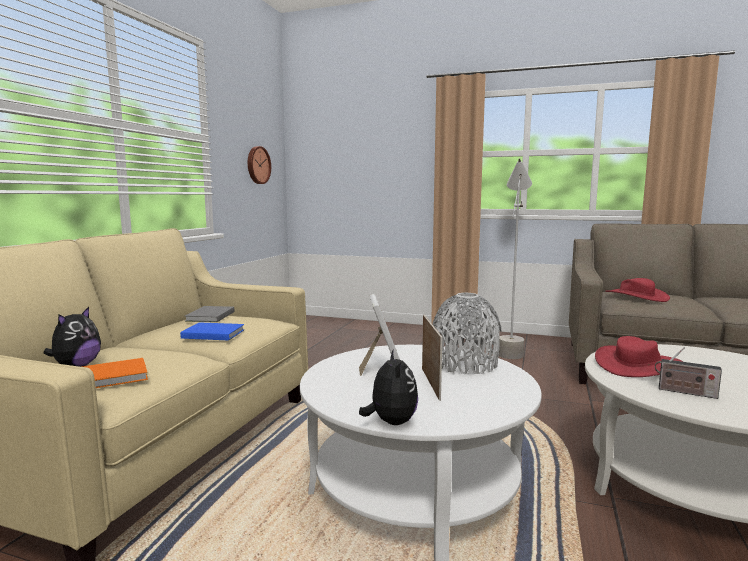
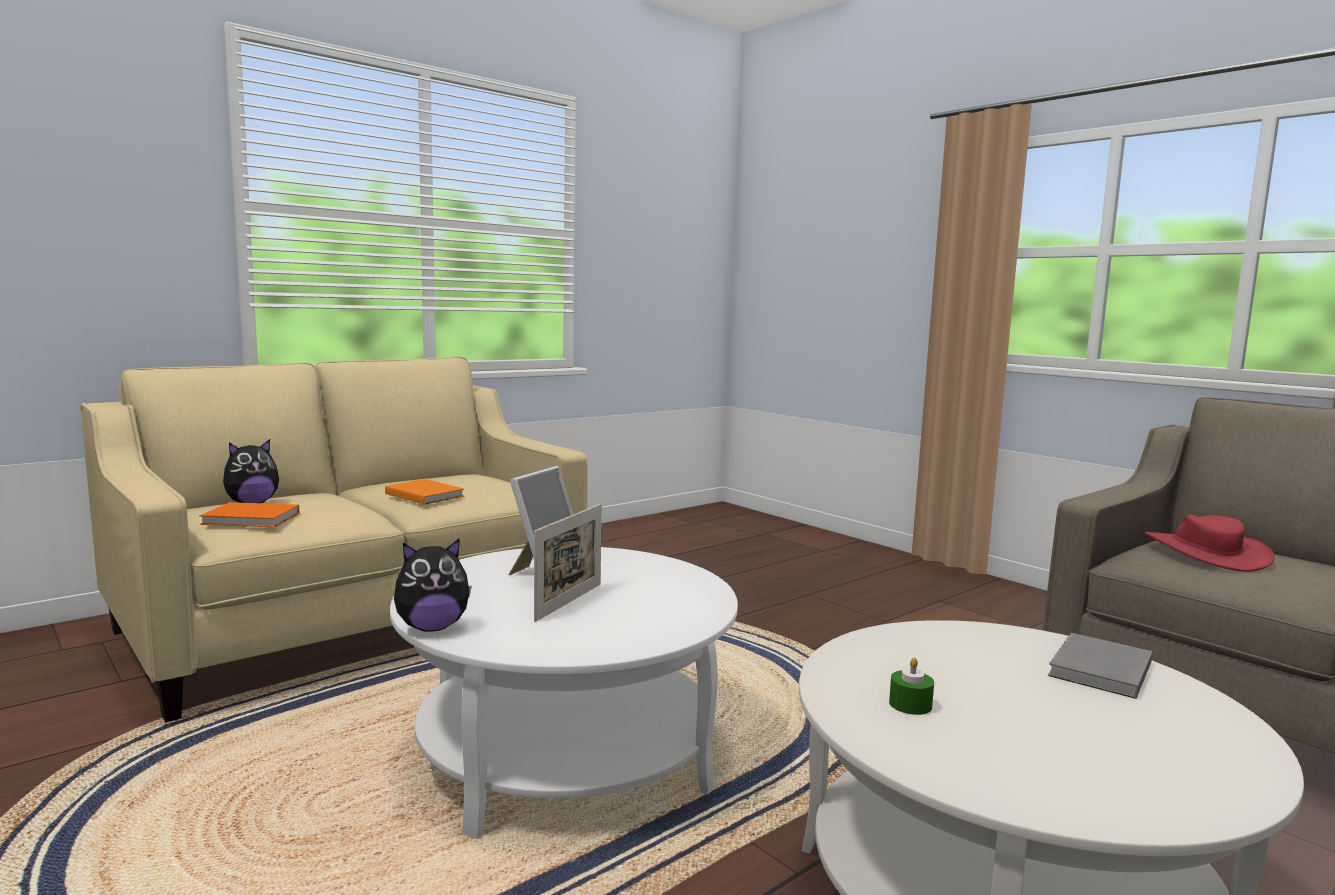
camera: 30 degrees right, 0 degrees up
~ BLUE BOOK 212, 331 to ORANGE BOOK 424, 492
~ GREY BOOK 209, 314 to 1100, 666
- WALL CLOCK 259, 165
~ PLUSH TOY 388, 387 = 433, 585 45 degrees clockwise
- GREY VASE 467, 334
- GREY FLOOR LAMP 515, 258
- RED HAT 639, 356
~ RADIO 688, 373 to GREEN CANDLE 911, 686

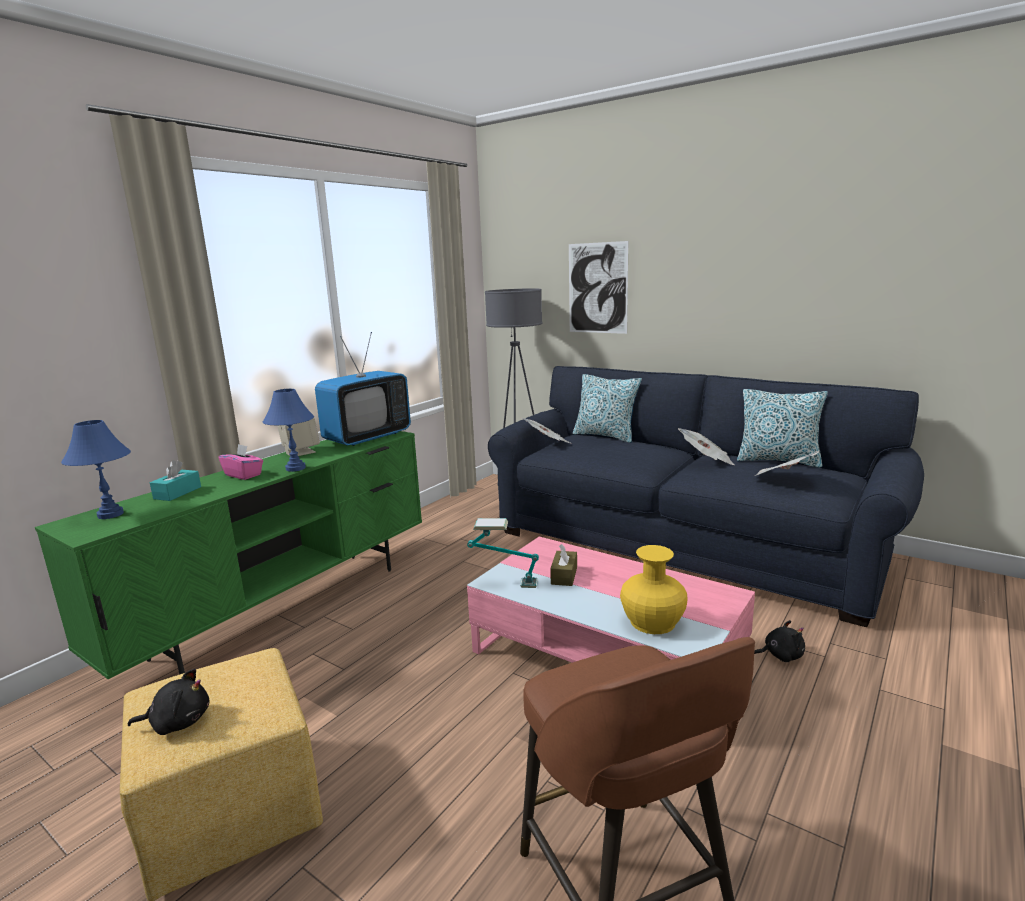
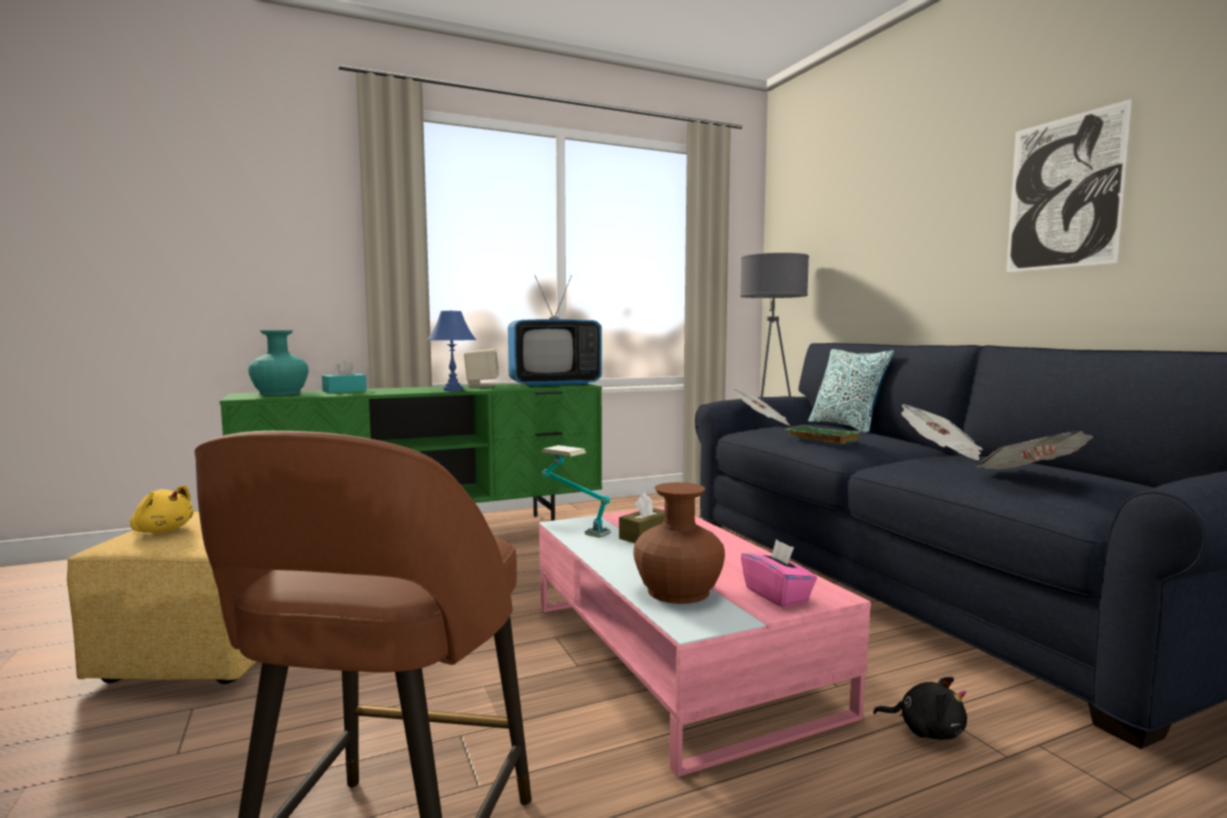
camera: 30 degrees right, 10 degrees down
~ BLUE TABLE LAMP 96, 469 to TURQUOISE VASE 278, 363
~ BLACK PLUSH TOY 168, 702 to YELLOW PLUSH TOY 162, 509
~ PINK TISSUE BOX 241, 462 to 779, 573
~ PICTURE 598, 287 to 1069, 185
~ YELLOW VASE 653, 589 to BROWN VASE 679, 543
- PILLOW 782, 428
+ GREEN TRAY 823, 434

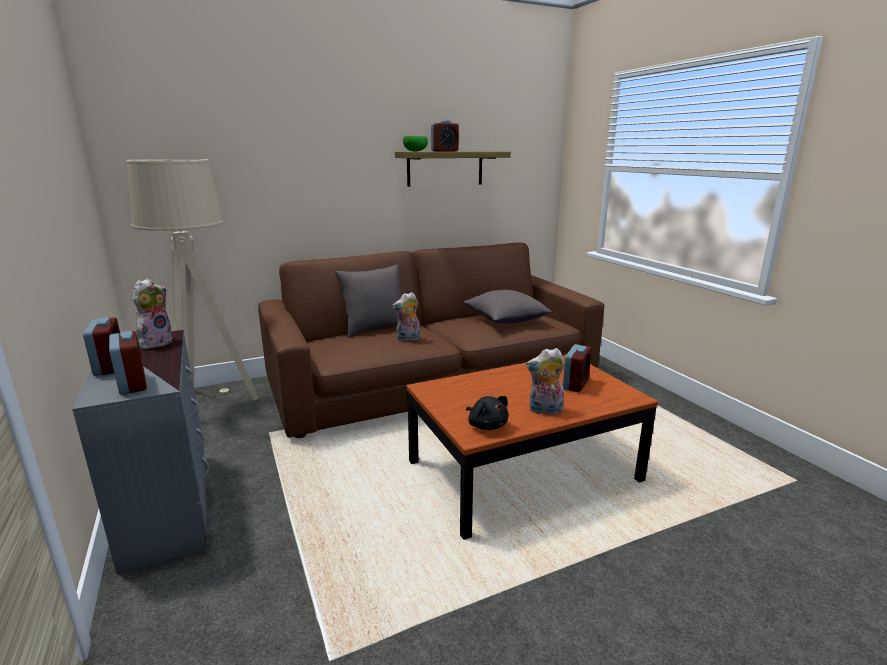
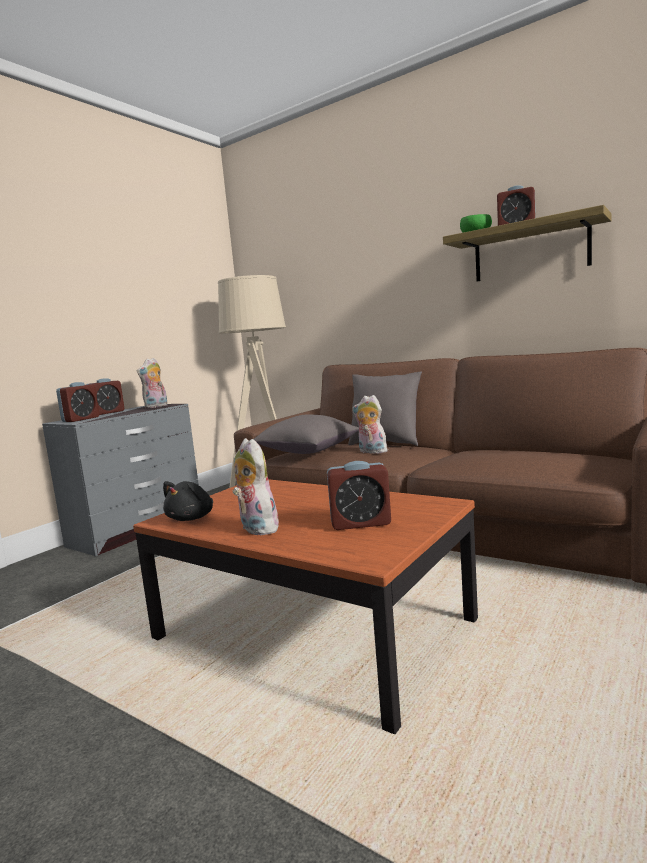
camera: 60 degrees right, 10 degrees down
~ PLUSH TOY 153, 313 = 152, 383 135 degrees clockwise
~ GREY PILLOW 507, 307 to 306, 434

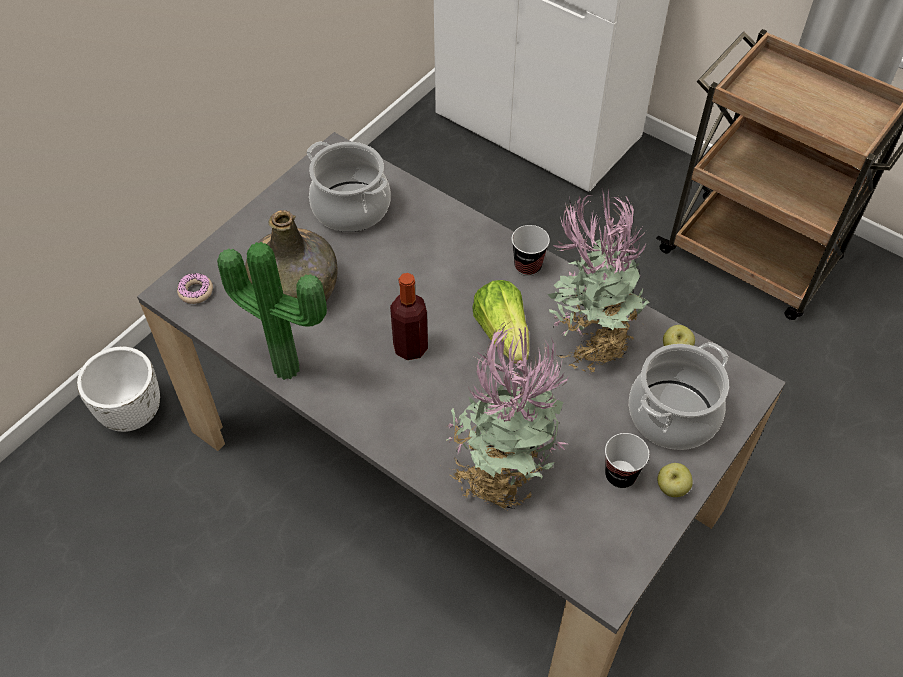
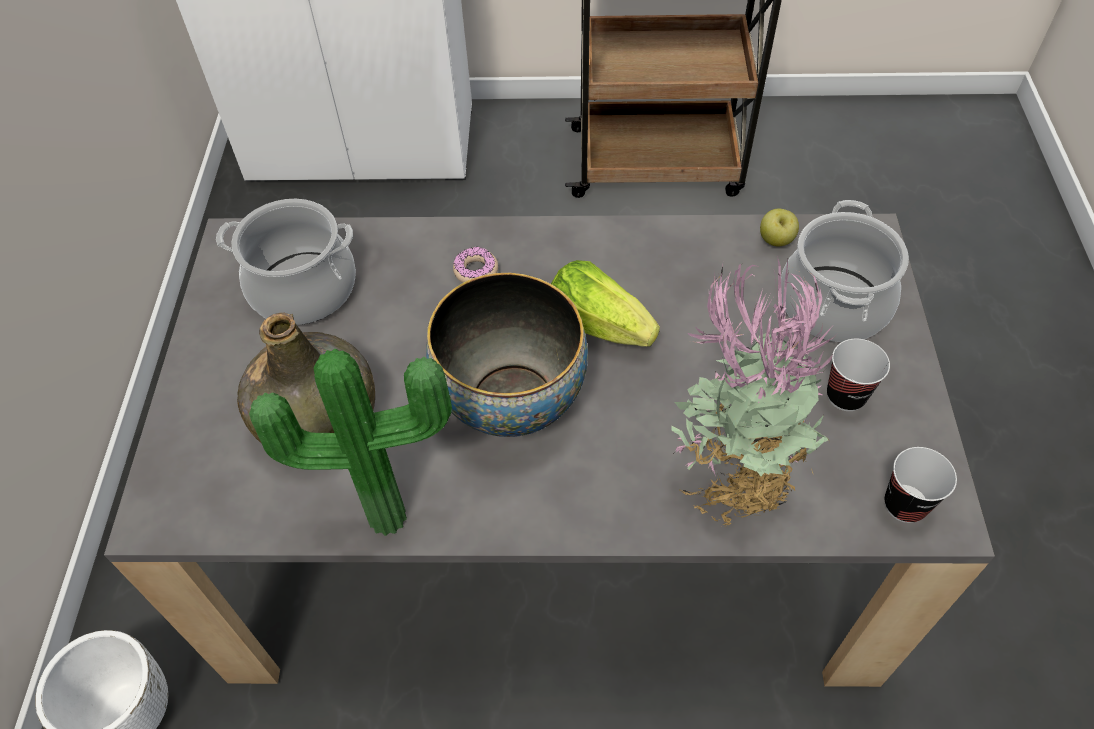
camera: 35 degrees left, 0 degrees up
~ DONUT 195, 288 to 475, 265
~ BOTTLE 409, 316 to BOWL 507, 355
~ CUP 531, 250 to 921, 485
- POTTED PLANT 598, 281
- APPLE 675, 480

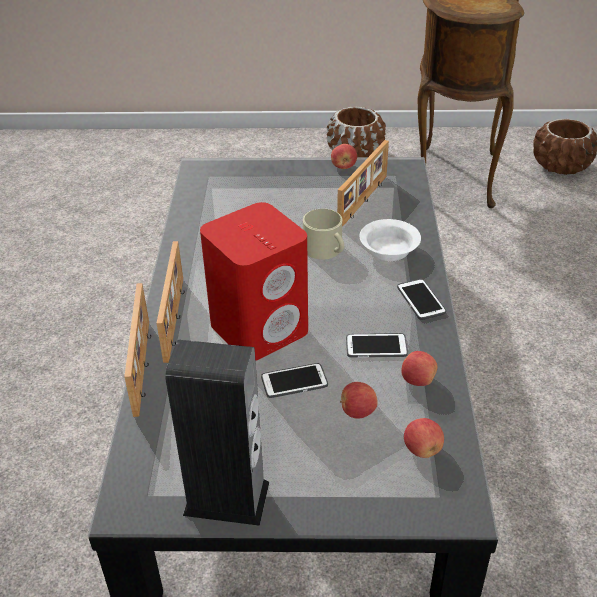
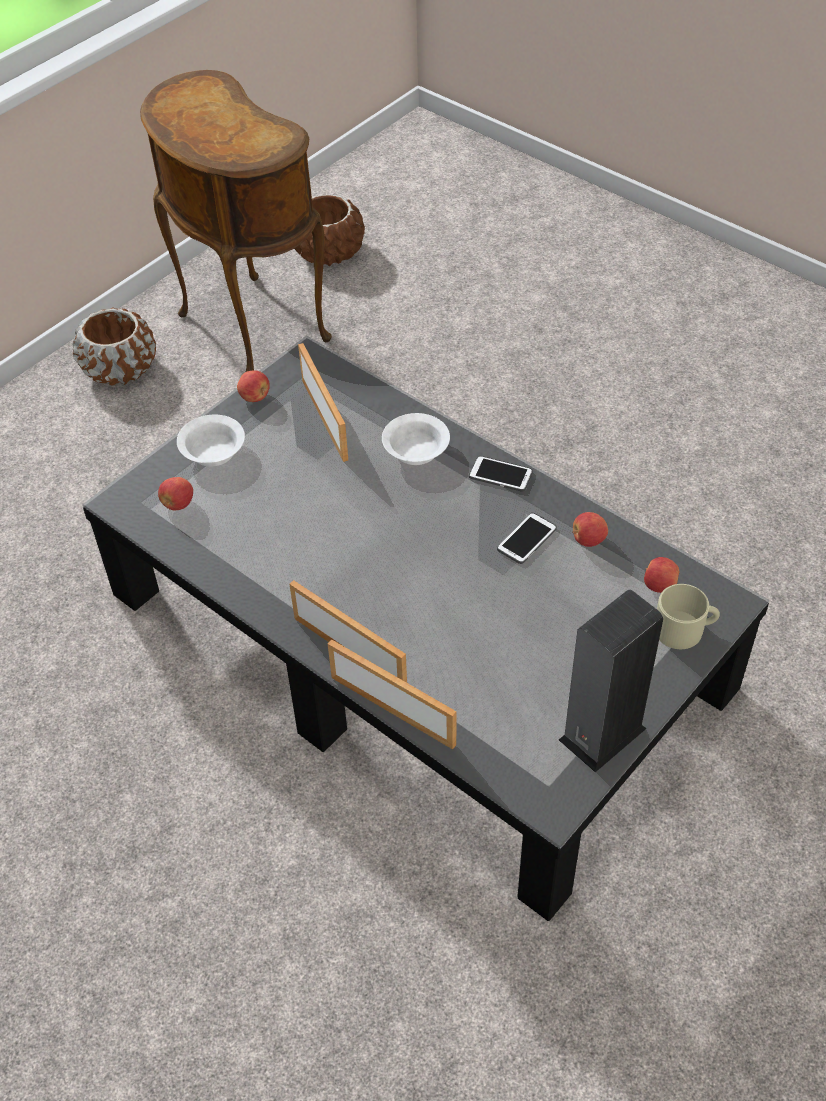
camera: 50 degrees left, 10 degrees up
- RED SPEAKER 254, 281
- PHONE 294, 380
~ BEIGE MUG 323, 234 to 688, 616
~ APPLE 359, 400 to 175, 493
+ WHITE BOWL 211, 441

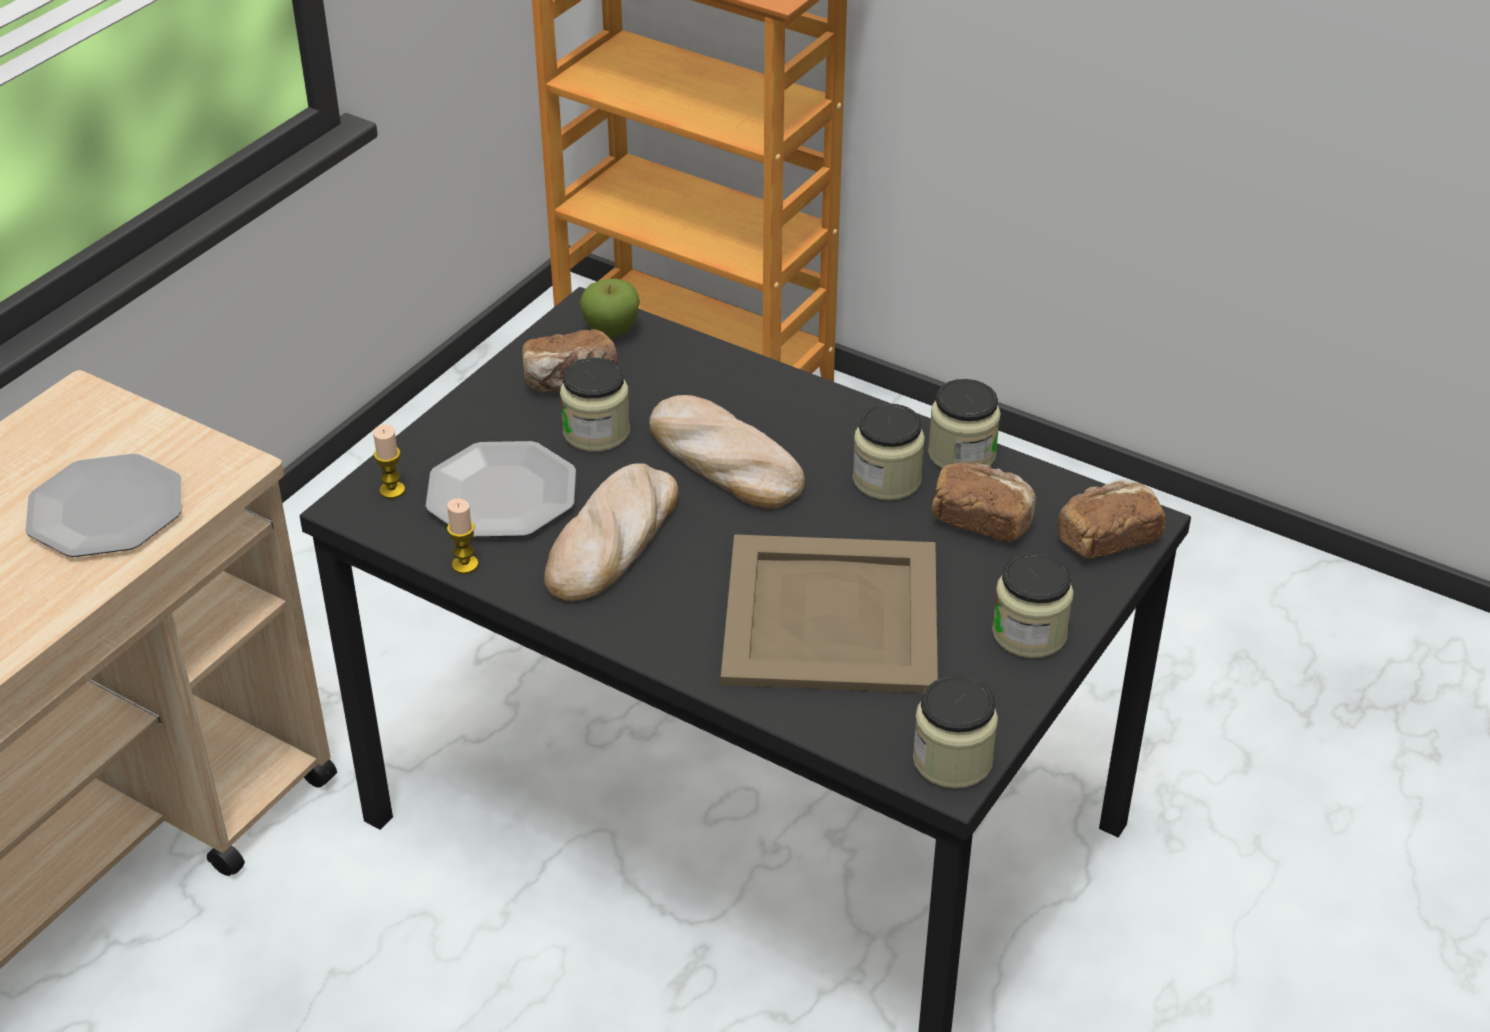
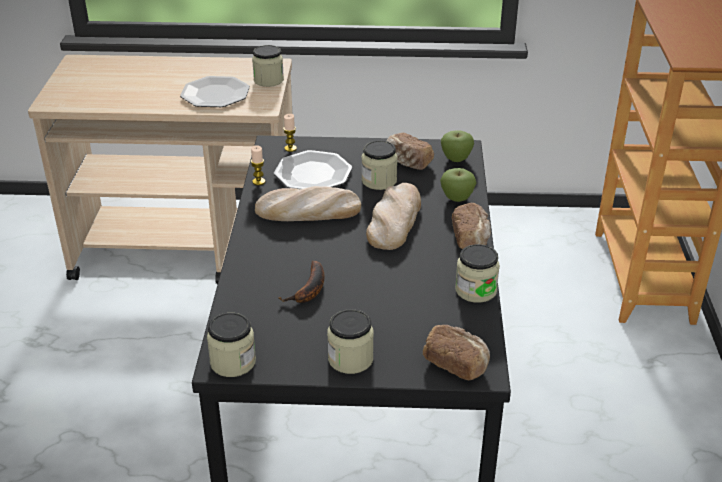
camera: 60 degrees right, 5 degrees down
~ BEIGE TRAY 829, 613 to BANANA 301, 281
~ JAR 889, 452 to 268, 66
~ BREAD 984, 501 to 471, 226
+ APPLE 458, 185

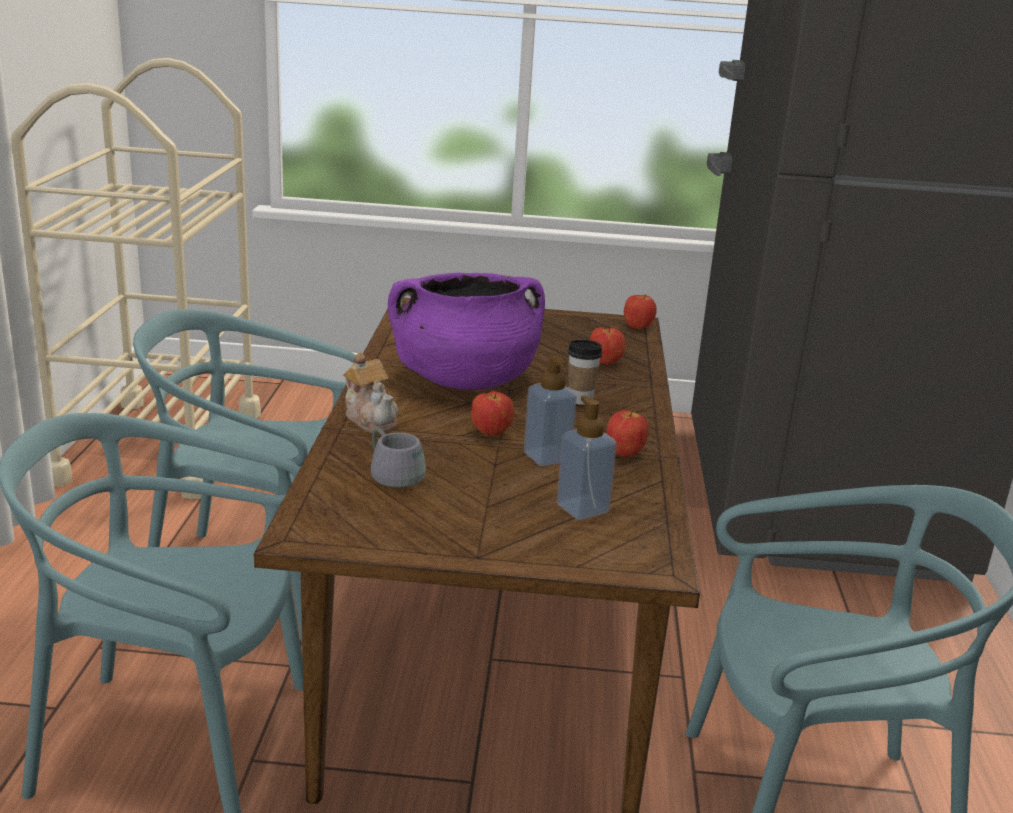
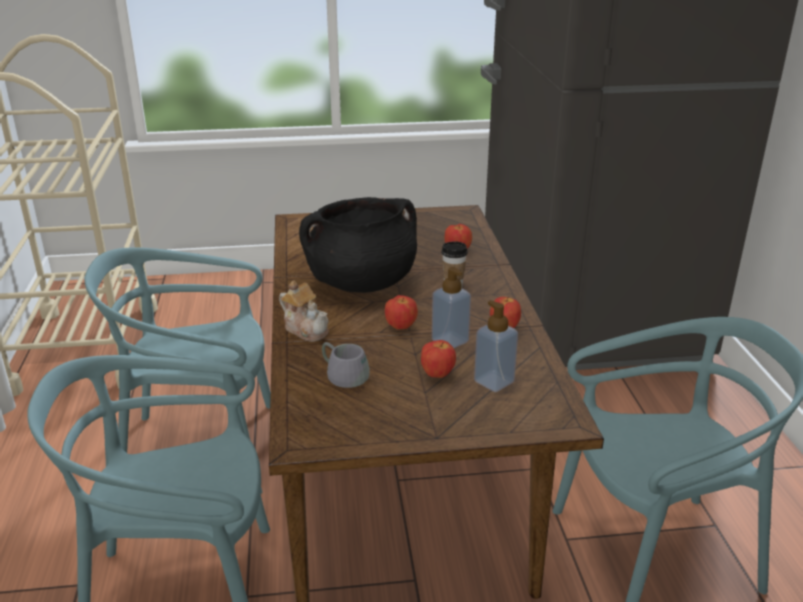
camera: 10 degrees left, 5 degrees up
~ PURPLE COOKING POT 466, 331 to BLACK COOKING POT 358, 245
~ APPLE 640, 312 to 438, 359

